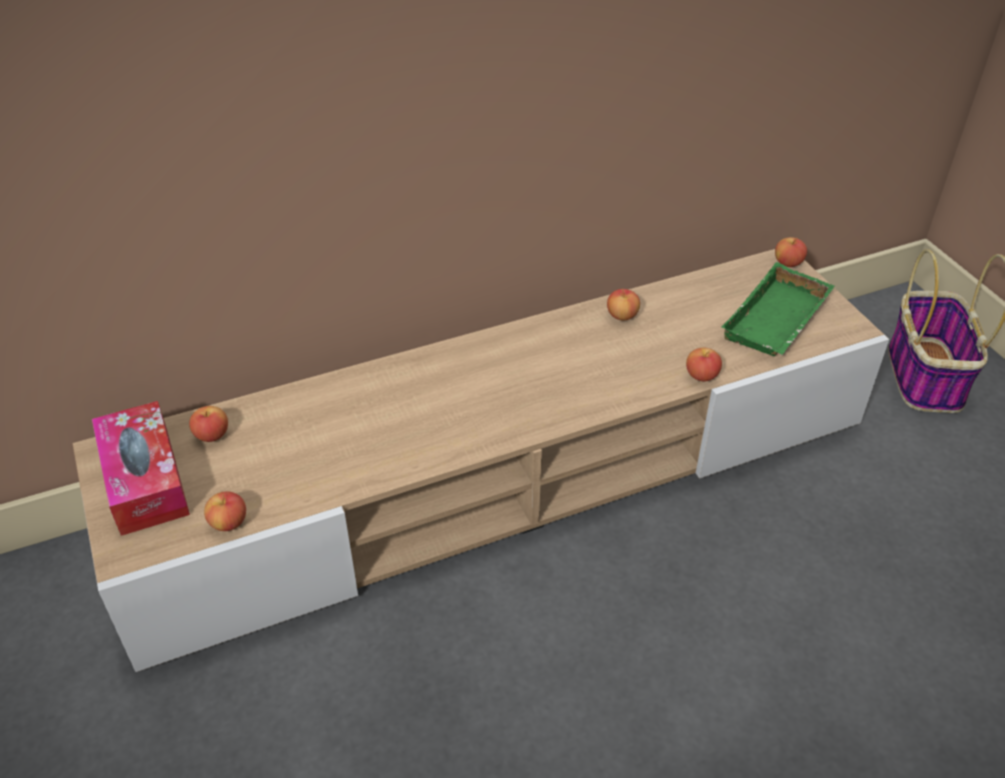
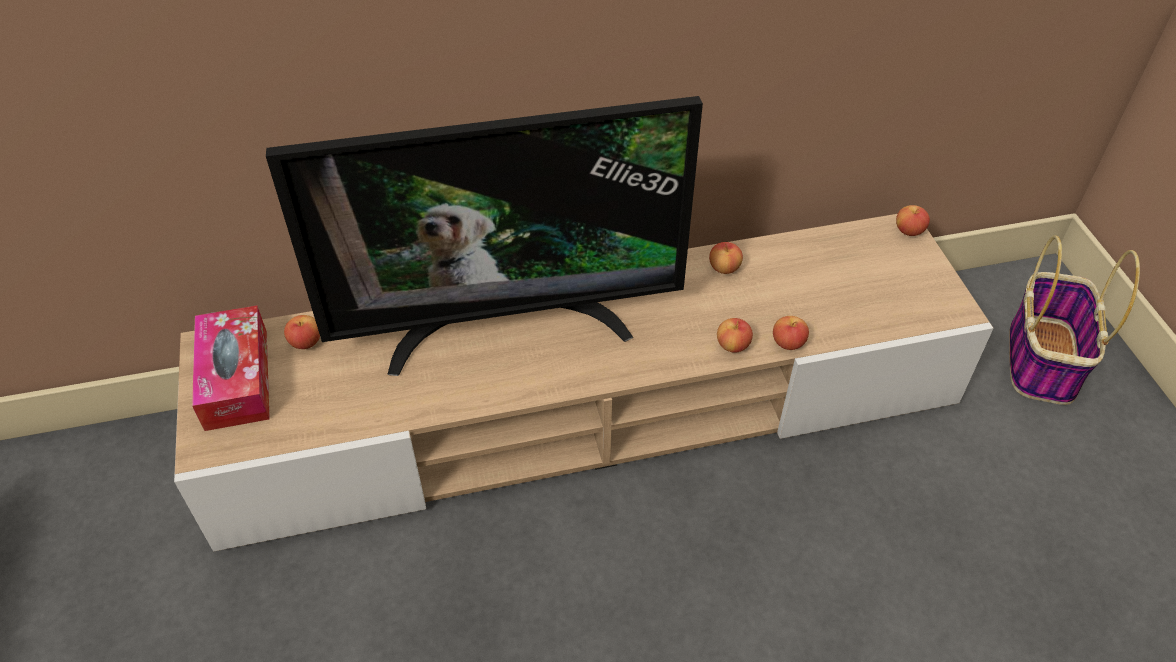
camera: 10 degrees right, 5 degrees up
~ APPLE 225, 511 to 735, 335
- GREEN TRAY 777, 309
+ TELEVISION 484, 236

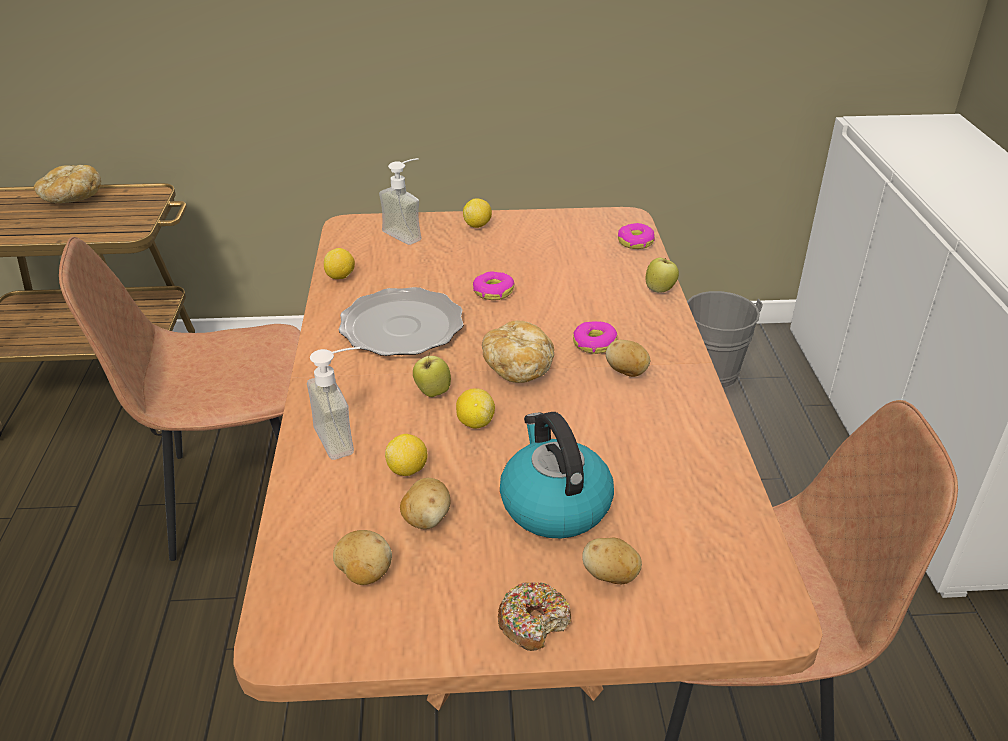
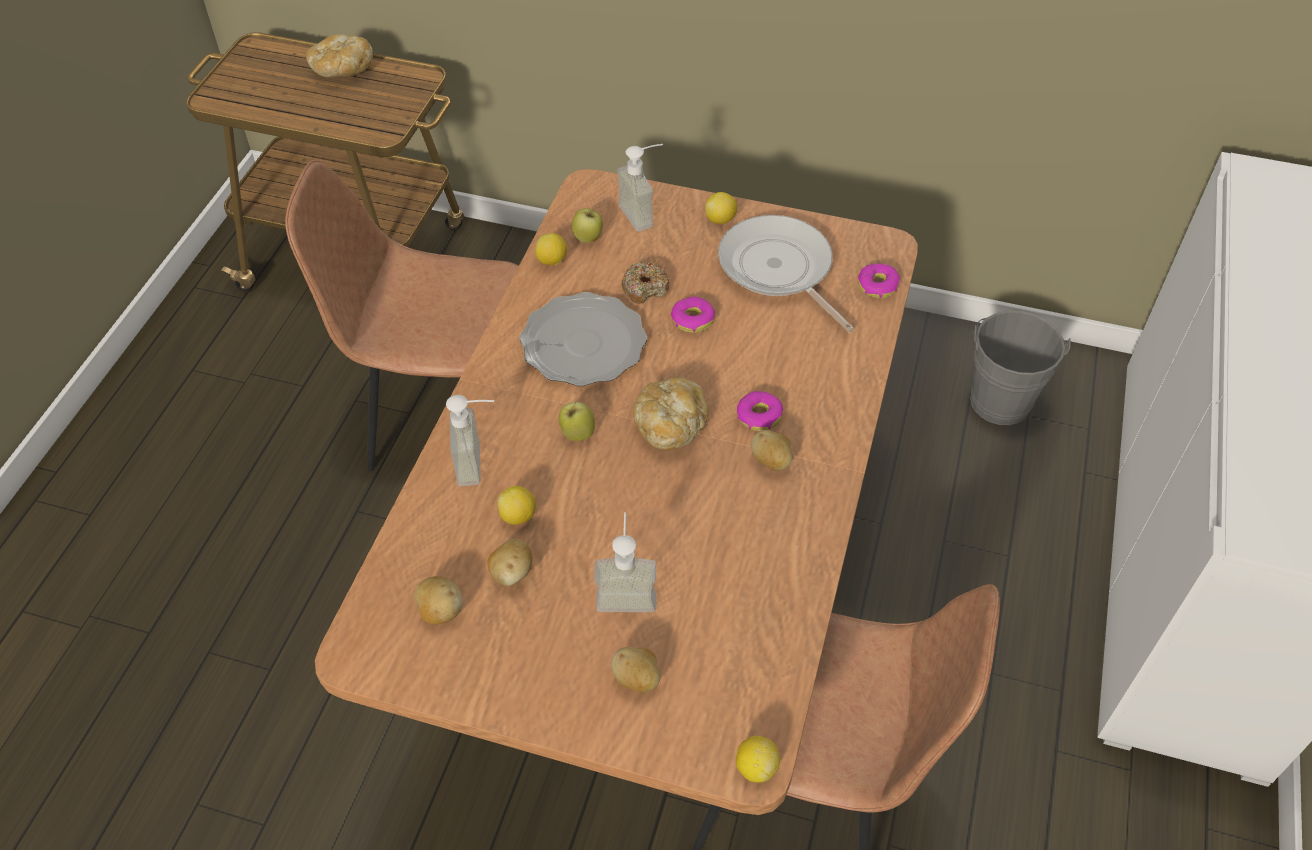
camera: 20 degrees right, 15 degrees up
~ LEMON 475, 408 to 758, 759
~ DONUT 535, 616 to 645, 283
~ KETTLE 557, 475 to SOAP DISPENSER 625, 562
~ APPLE 662, 275 to 587, 225
+ FRYING PAN 786, 274

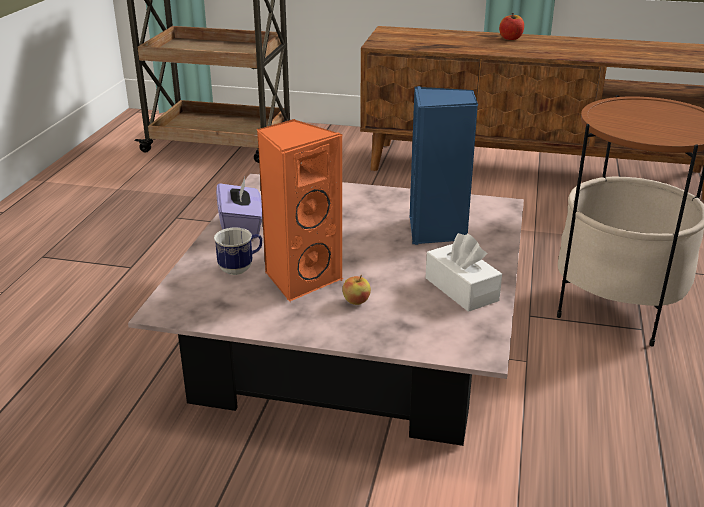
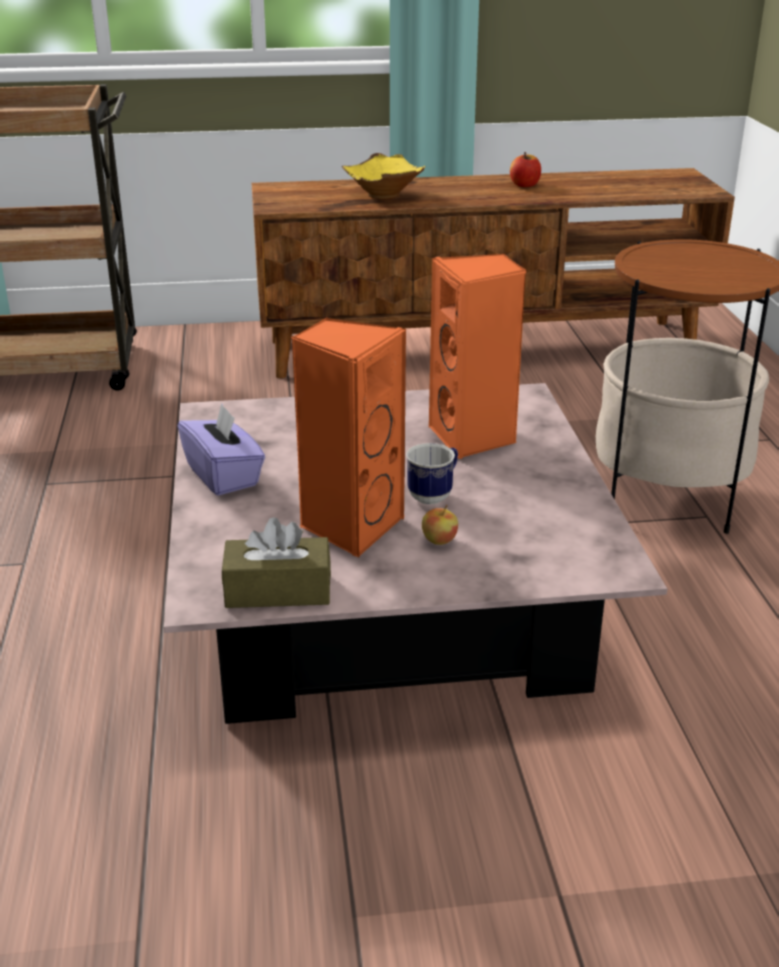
camera: 20 degrees left, 0 degrees up
~ MUG 238, 251 to 432, 473
~ BLUE SPEAKER 444, 165 to ORANGE SPEAKER 477, 356
- WHITE TISSUE BOX 464, 272
~ APPLE 511, 26 to 525, 169
+ BROWN TISSUE BOX 276, 562
+ YELLOW BOWL 383, 176

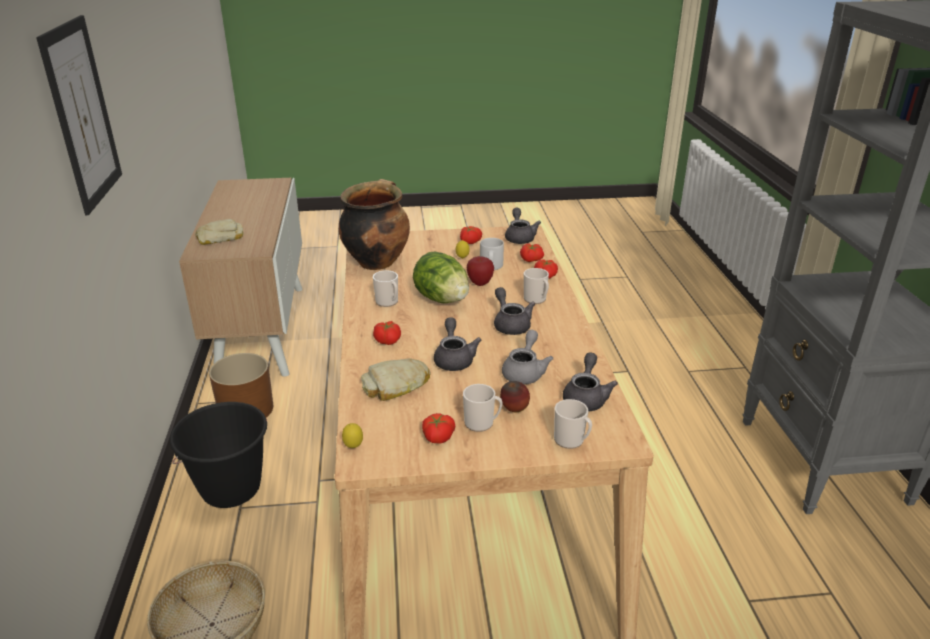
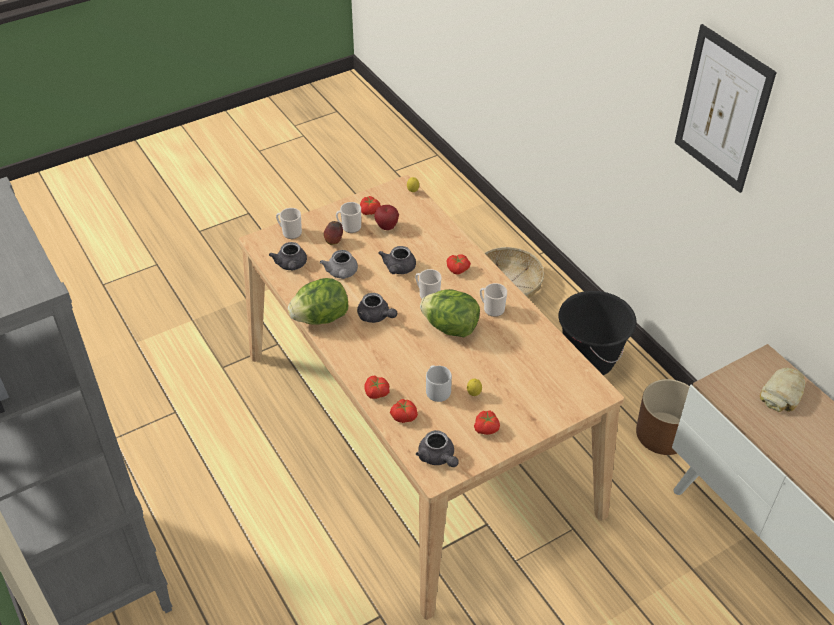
camera: 155 degrees right, 15 degrees up
- COOKING POT 374, 224
- BREAD 395, 379
~ GREY TEAPOT 458, 344 = 397, 260 45 degrees clockwise
~ APPLE 480, 271 to 386, 217
~ MUG 536, 286 to 428, 284
+ LETTUCE 318, 301

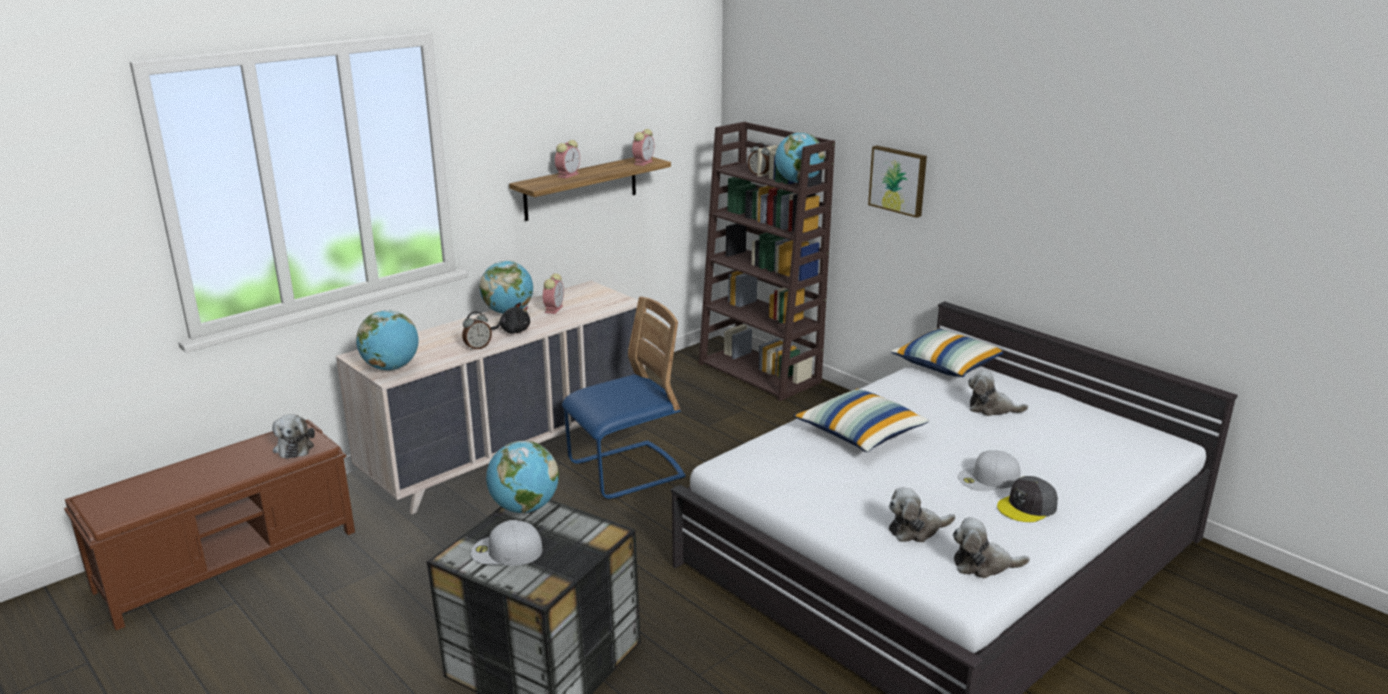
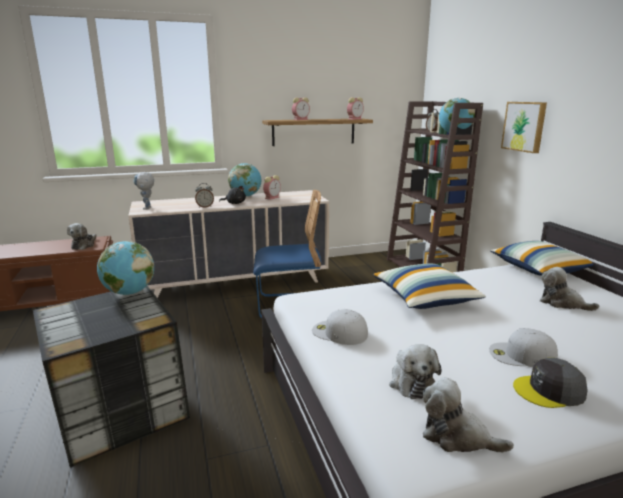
camera: 25 degrees right, 5 degrees down
~ GLOBE 387, 340 to TOY ROBOT 143, 191
~ WHITE CAP 506, 543 to 340, 327
~ PLUSH TOY 922, 514 = 415, 371 105 degrees counterclockwise

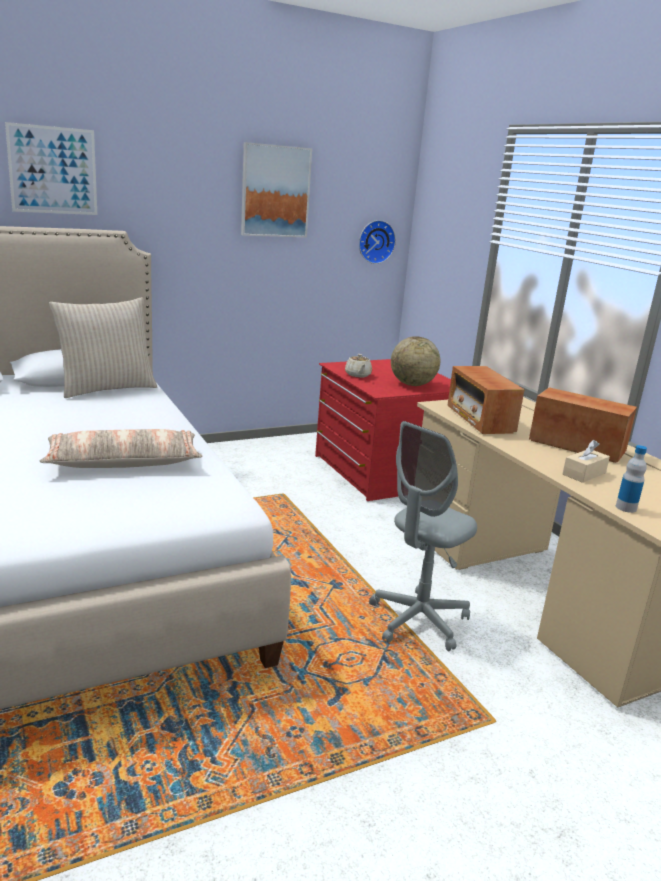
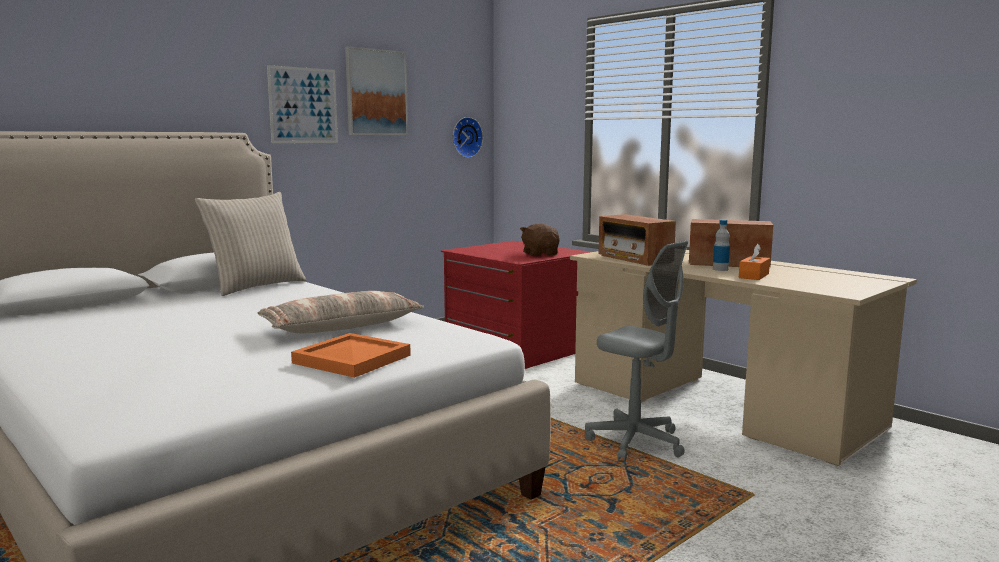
camera: 15 degrees left, 10 degrees down
~ PICTURE 51, 168 to 302, 104
- BEIGE TEAPOT 358, 365
~ GREY OFFICE CHAIR 423, 536 = 637, 350 75 degrees counterclockwise
~ GLOBE 415, 361 to BROWN PLUSH TOY 540, 240
~ BEIGE TISSUE BOX 586, 461 to ORANGE TISSUE BOX 754, 262
~ BOTTLE 631, 479 to 721, 245
+ ORANGE TRAY 351, 355

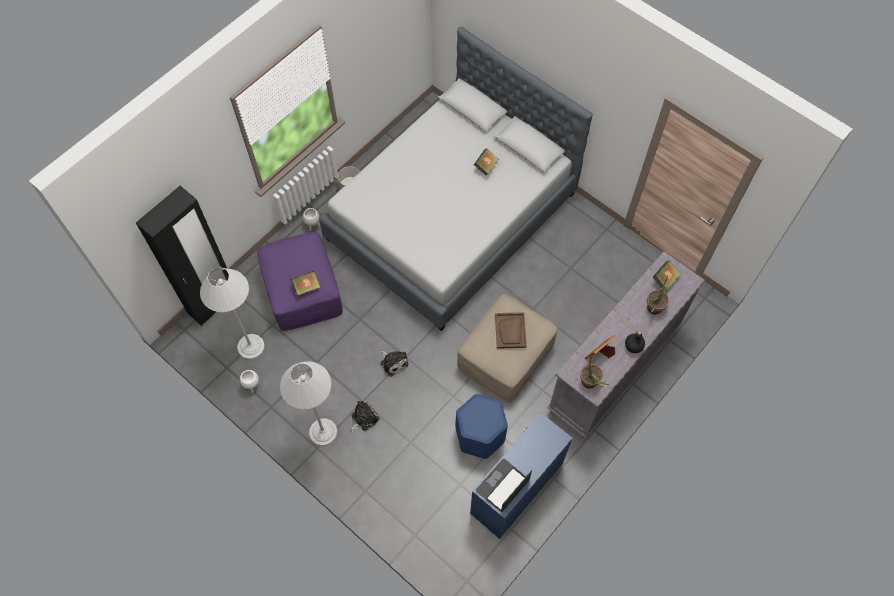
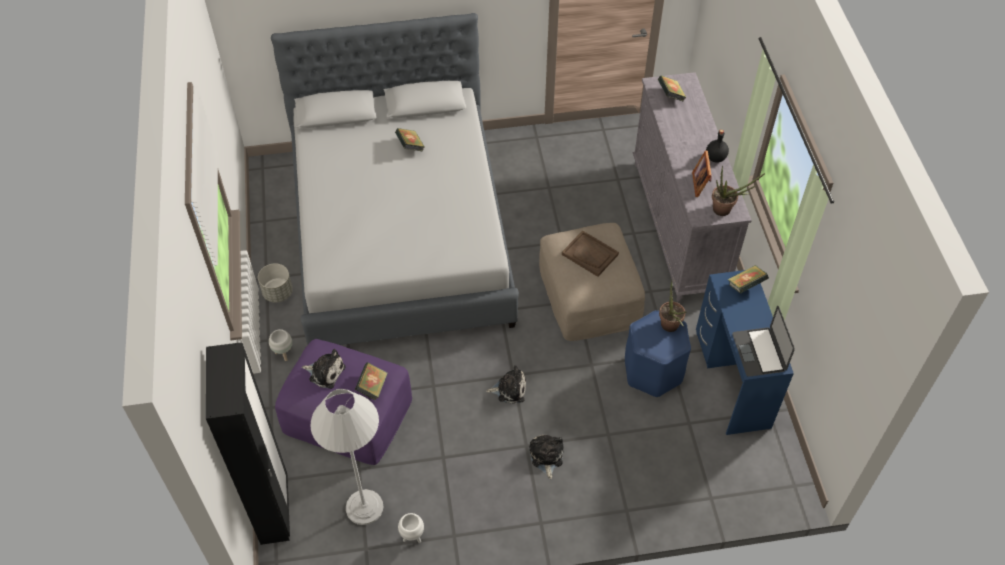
camera: 50 degrees left, 10 degrees down
- WHITE FLOOR LAMP 309, 403
~ POTTED PLANT 658, 295 to 673, 306
+ PLUSH TOY 323, 369
+ BOOK 748, 279

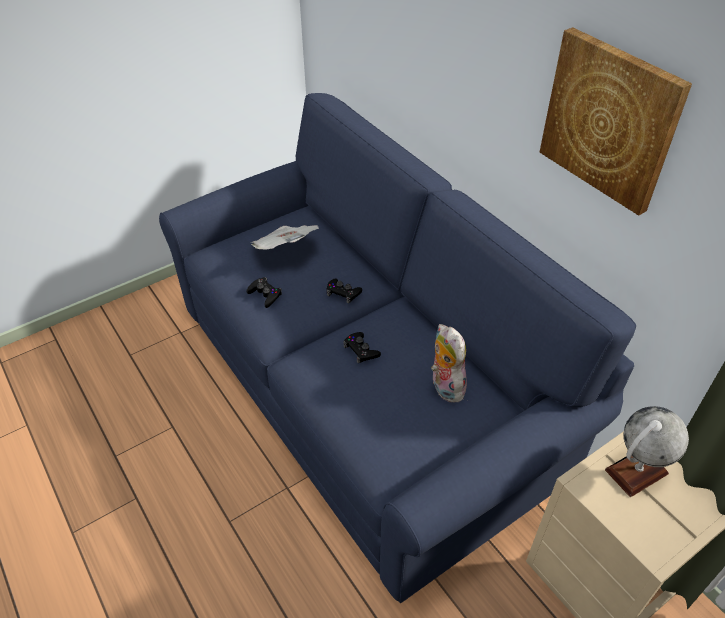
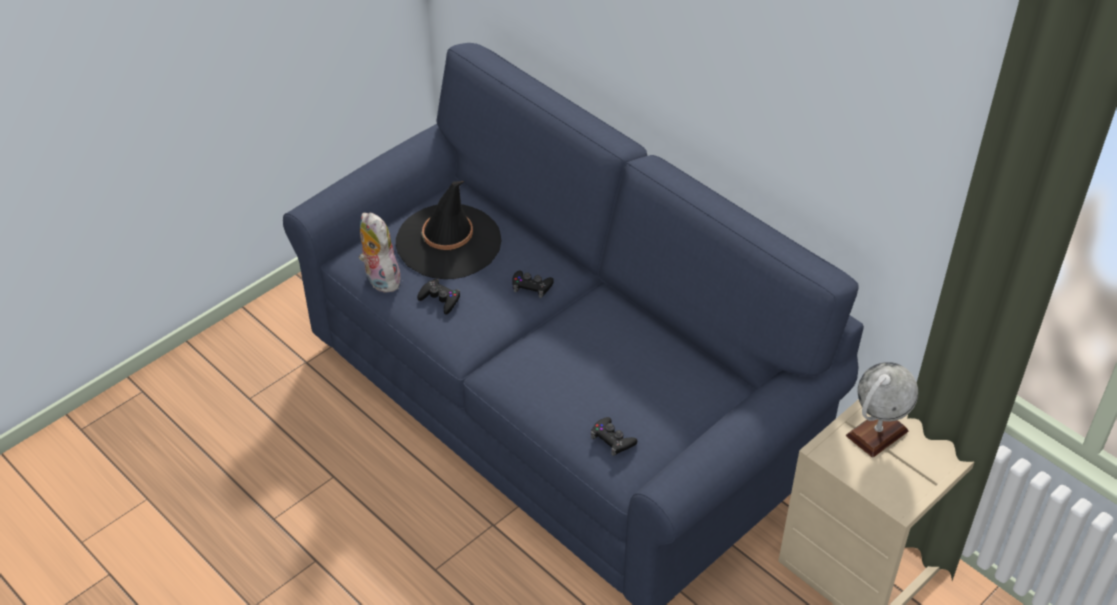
camera: 10 degrees left, 0 degrees up
~ NEWSPAPER 285, 237 to BLACK HAT 448, 230
~ BLACK GAME CONTROLLER 362, 348 to 614, 436
~ PLUSH TOY 449, 363 to 381, 252
- PICTURE 616, 121

